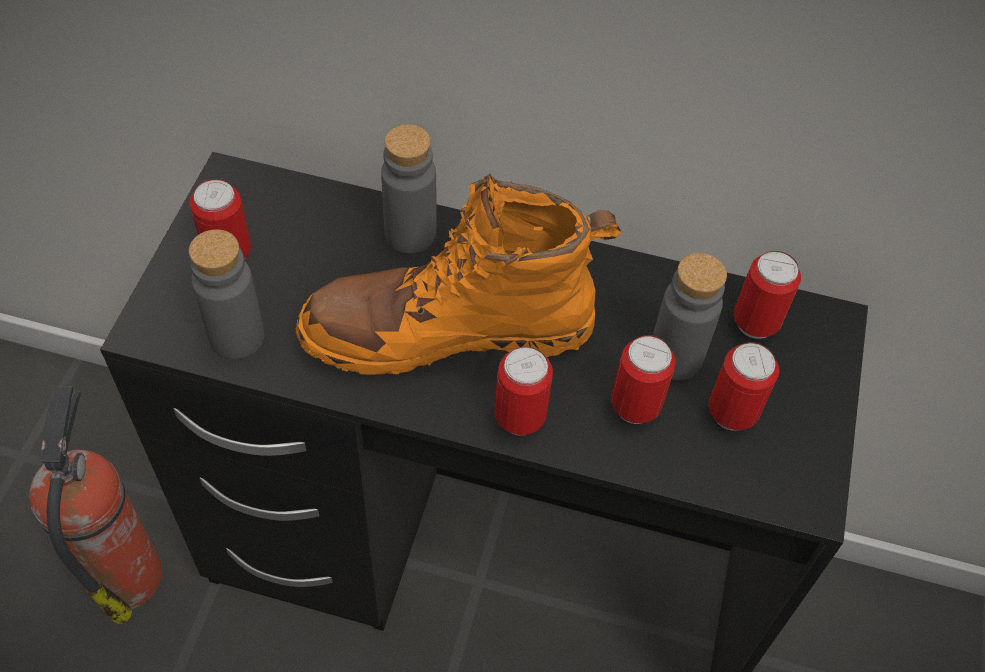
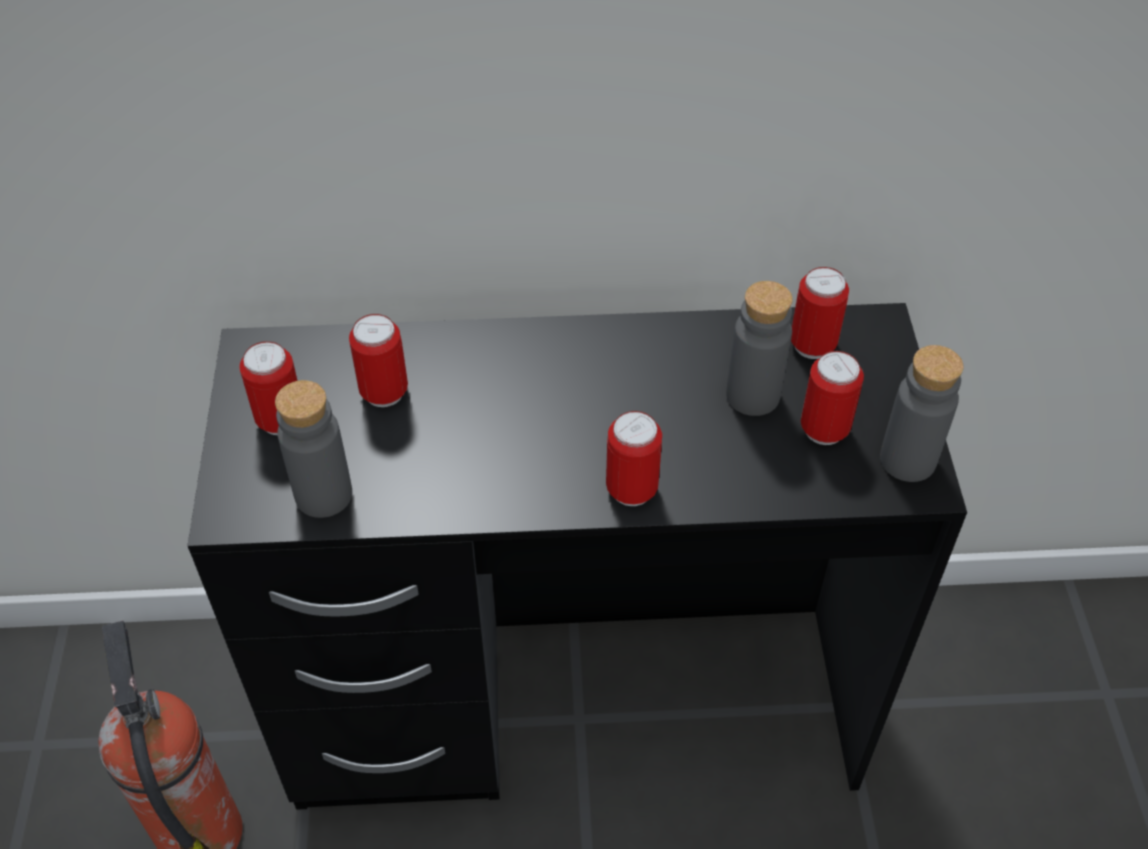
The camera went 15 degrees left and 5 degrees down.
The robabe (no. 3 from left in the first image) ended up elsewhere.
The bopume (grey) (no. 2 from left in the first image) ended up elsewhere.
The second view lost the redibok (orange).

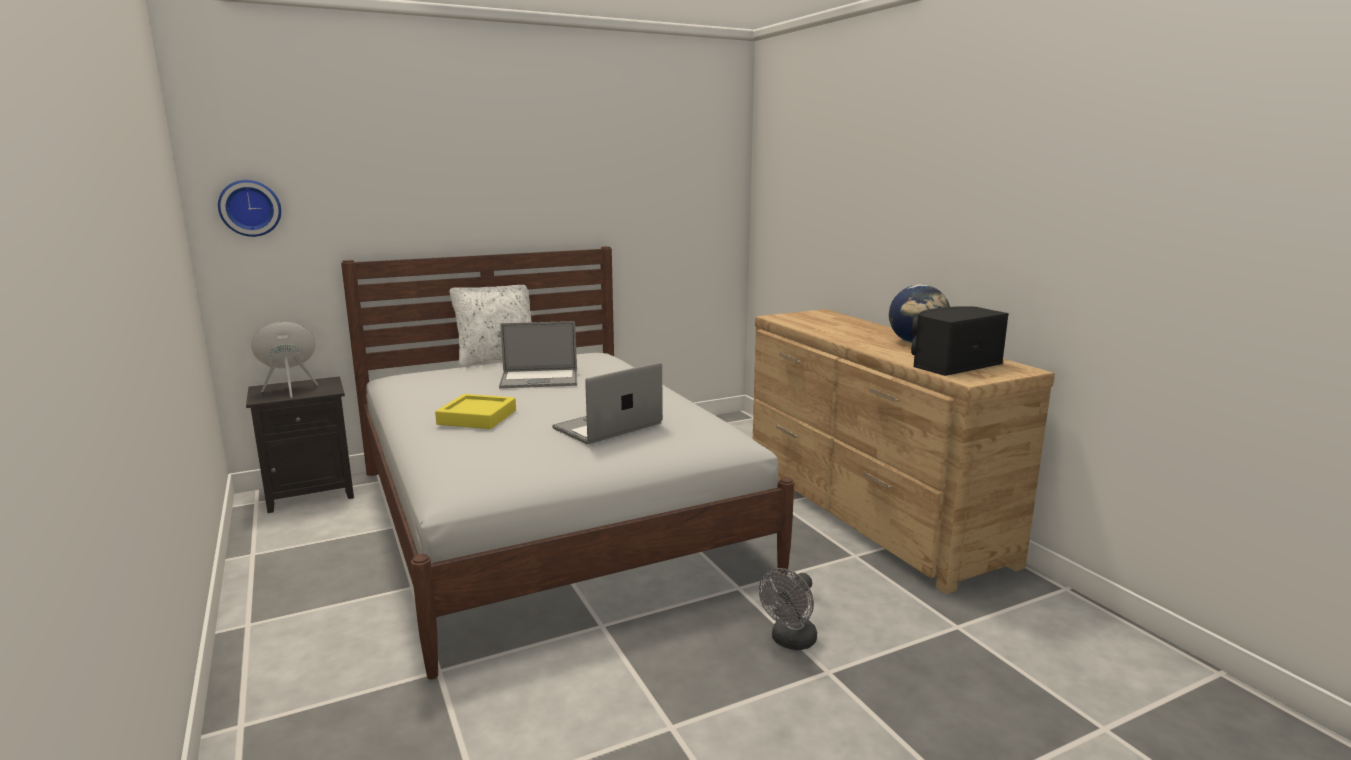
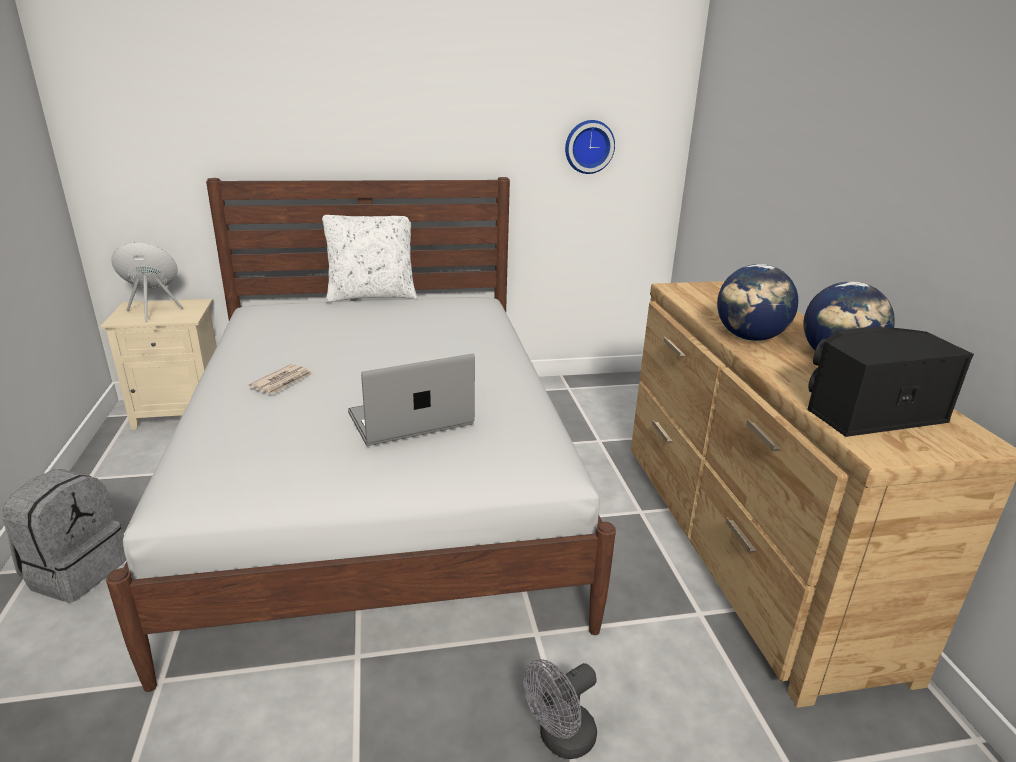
The camera went 15 degrees right and 10 degrees up.
The second view gained the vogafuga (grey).
What was the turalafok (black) turned into the turalafok (beige).
Where the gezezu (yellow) stood, the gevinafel came to stand.
The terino ended up elsewhere.
The second view gained the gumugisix (no. 1 from left).
The second view lost the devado (no. 1 from left).

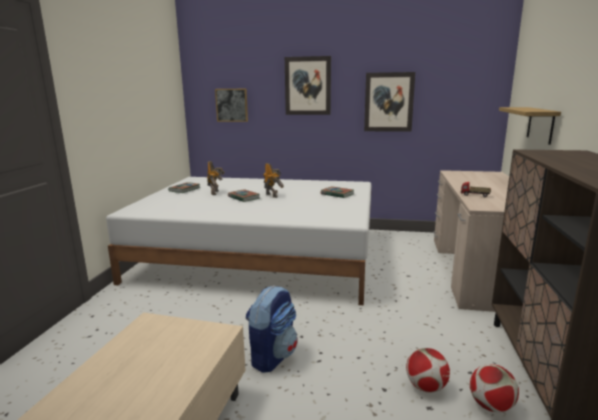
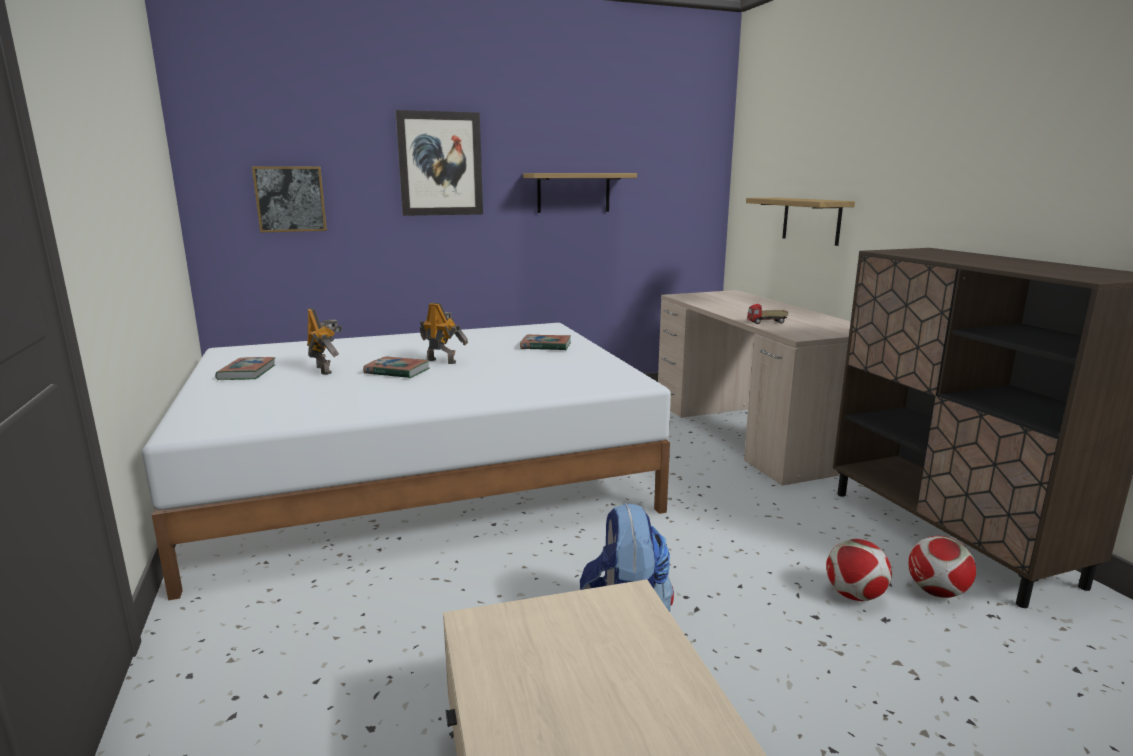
The camera went 30 degrees left and 0 degrees up.
Where the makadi (no. 3 from left) hung, the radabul (no. 1 from left) came to hang.

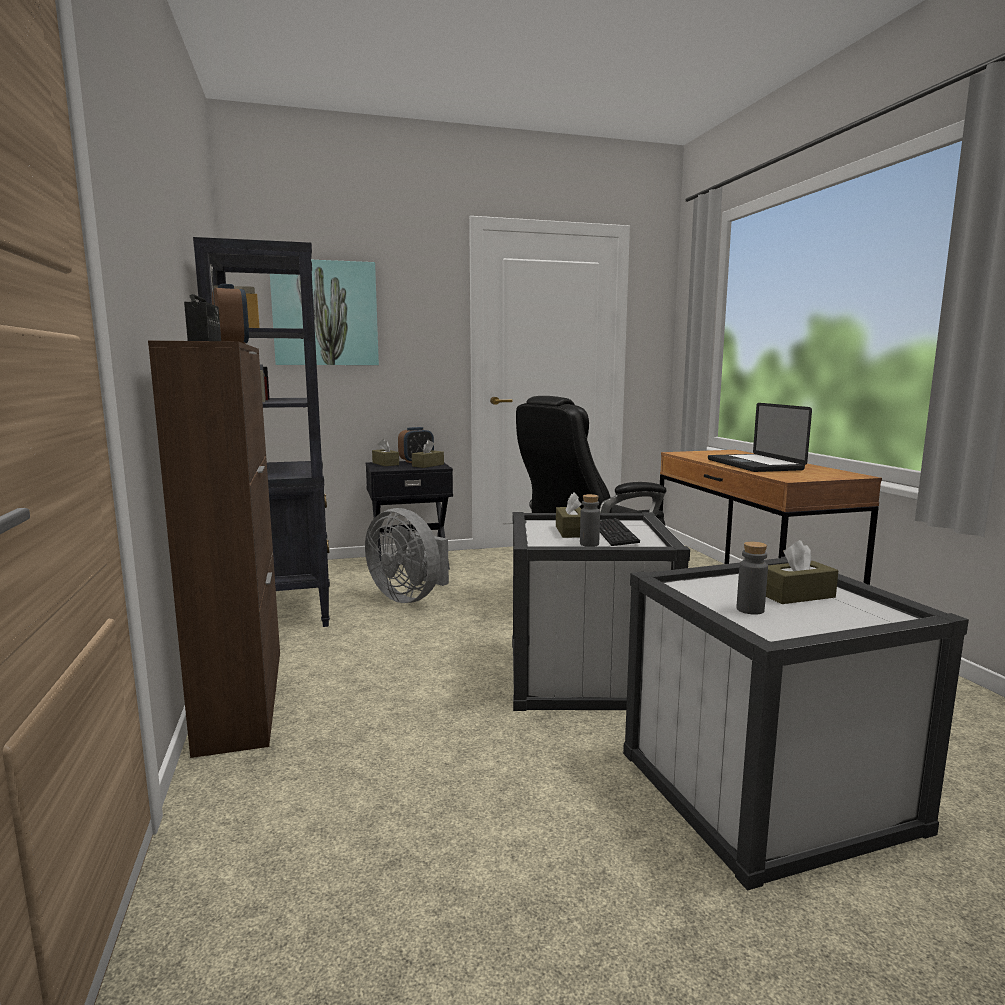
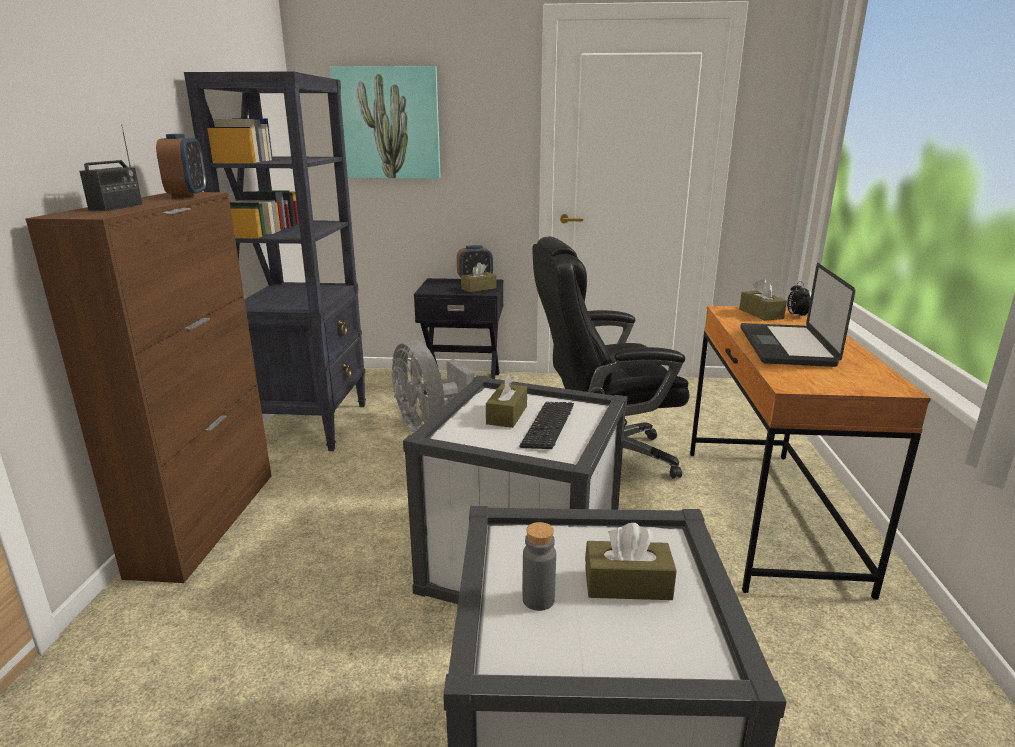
The camera went 20 degrees right and 10 degrees up.
The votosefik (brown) (no. 1 from left in the first image) ended up elsewhere.
The second view gained the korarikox (no. 3 from left).
The second view lost the bopume (grey) (no. 1 from left).

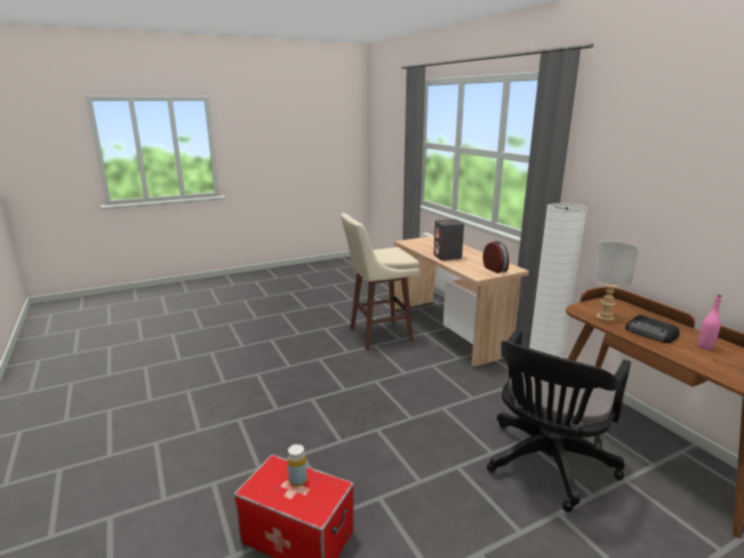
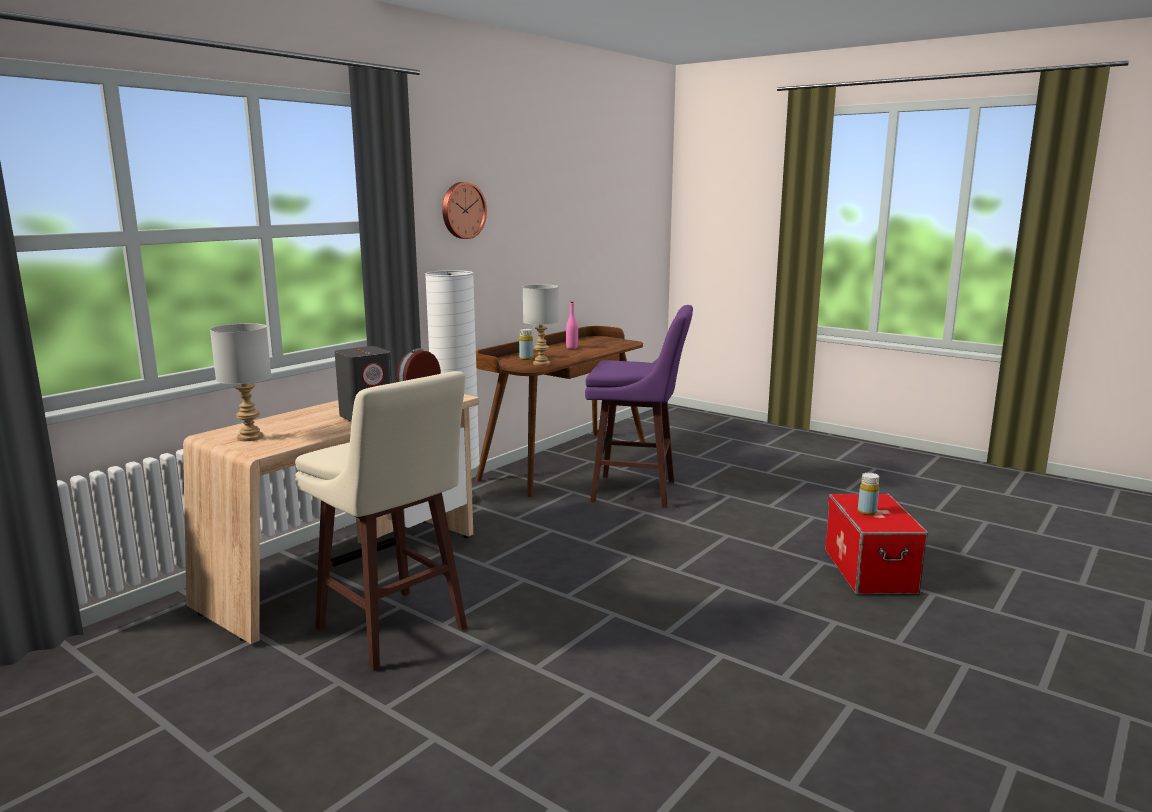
The camera went 115 degrees left and 5 degrees down.
The second view gained the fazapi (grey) (no. 1 from left).
The second view gained the terino.
The second view gained the bopume (yellow) (no. 1 from left).
Where the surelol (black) stood, the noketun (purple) came to stand.
The second view lost the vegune.

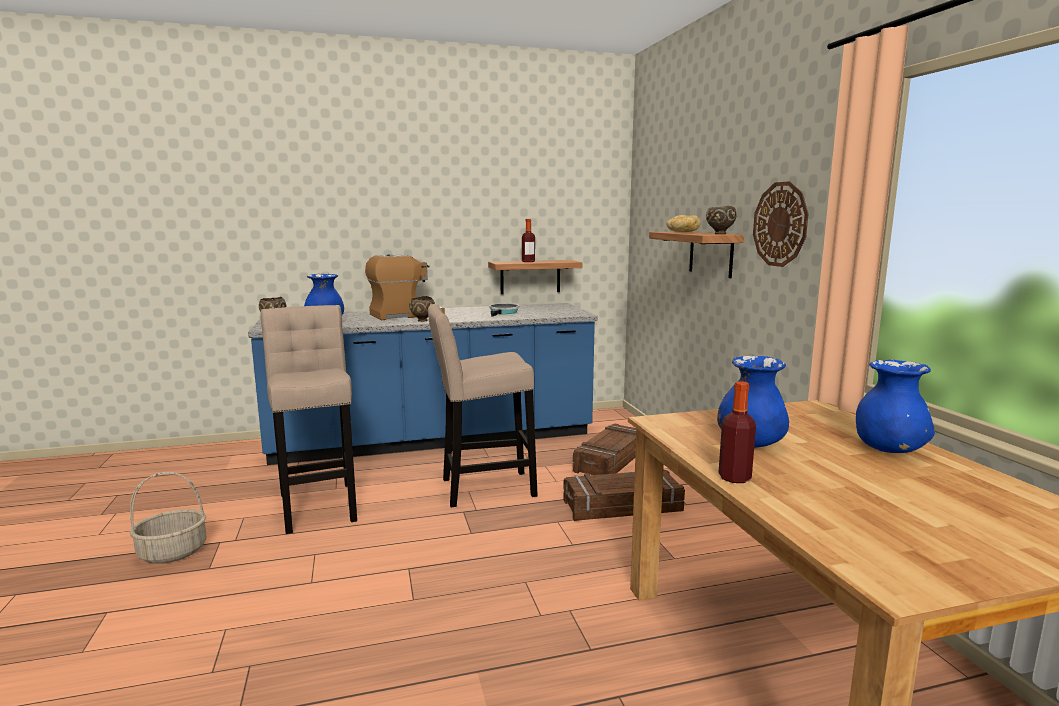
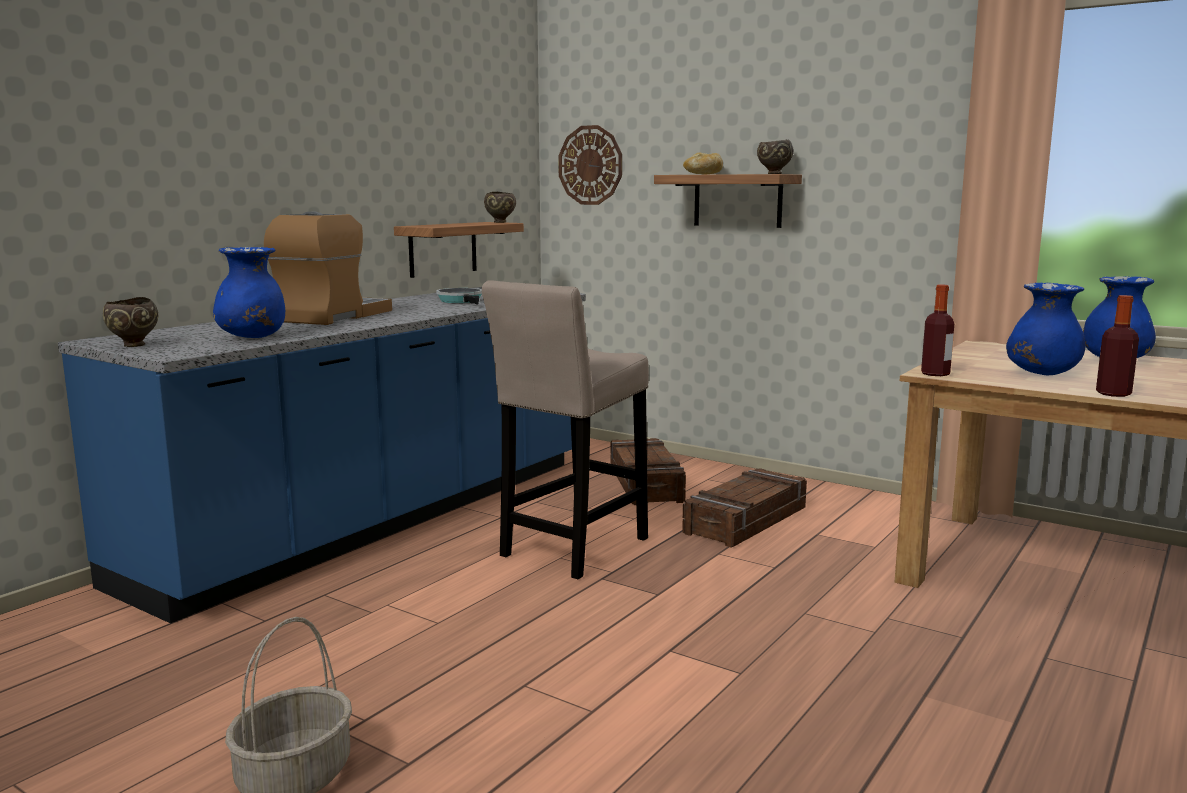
The camera went 40 degrees left and 0 degrees up.
The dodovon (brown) (no. 2 from left) ended up elsewhere.
The terino ended up elsewhere.
The bopume (no. 1 from left) ended up elsewhere.
The second view lost the noketun (beige) (no. 1 from left).

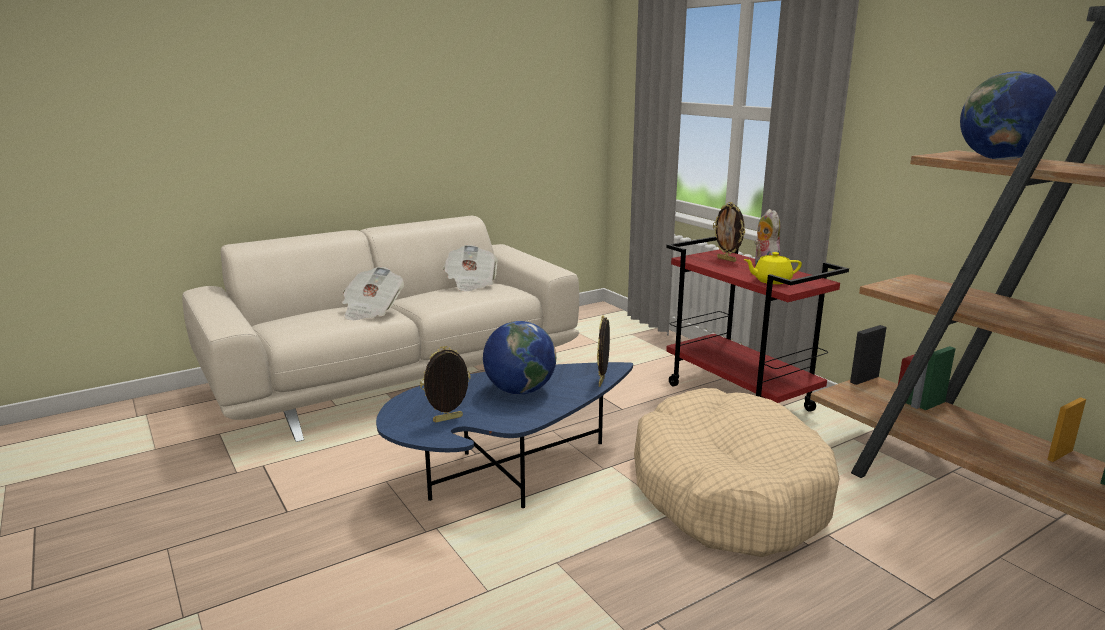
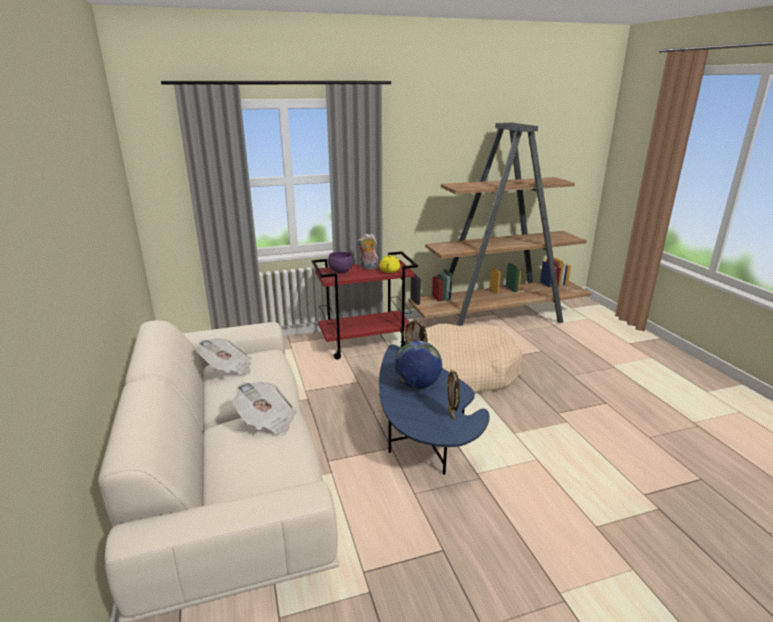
The camera went 75 degrees left and 5 degrees up.
Where the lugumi (no. 3 from left) stood, the dodovon (purple) came to stand.
The second view lost the gumugisix (no. 2 from left).

